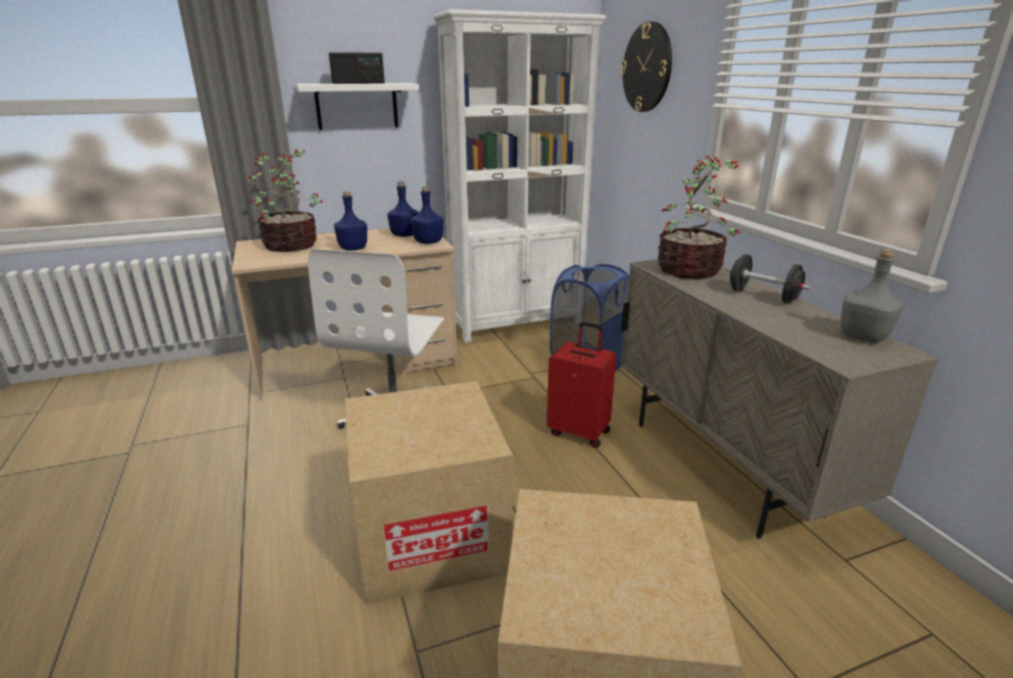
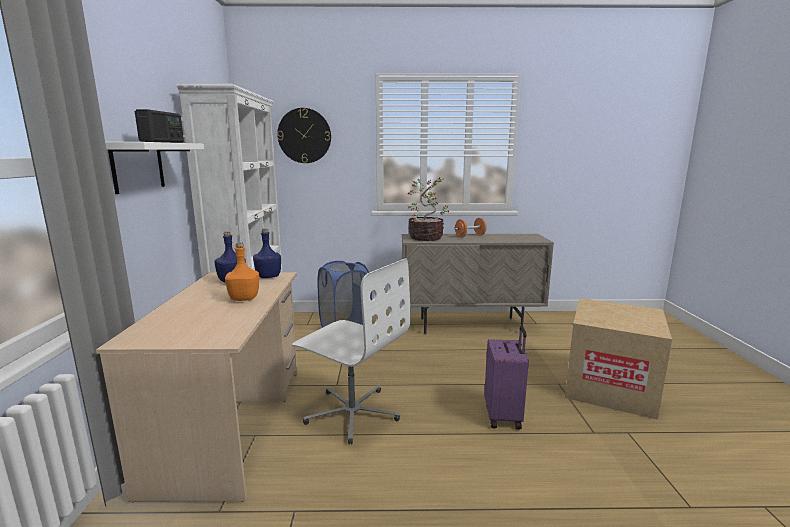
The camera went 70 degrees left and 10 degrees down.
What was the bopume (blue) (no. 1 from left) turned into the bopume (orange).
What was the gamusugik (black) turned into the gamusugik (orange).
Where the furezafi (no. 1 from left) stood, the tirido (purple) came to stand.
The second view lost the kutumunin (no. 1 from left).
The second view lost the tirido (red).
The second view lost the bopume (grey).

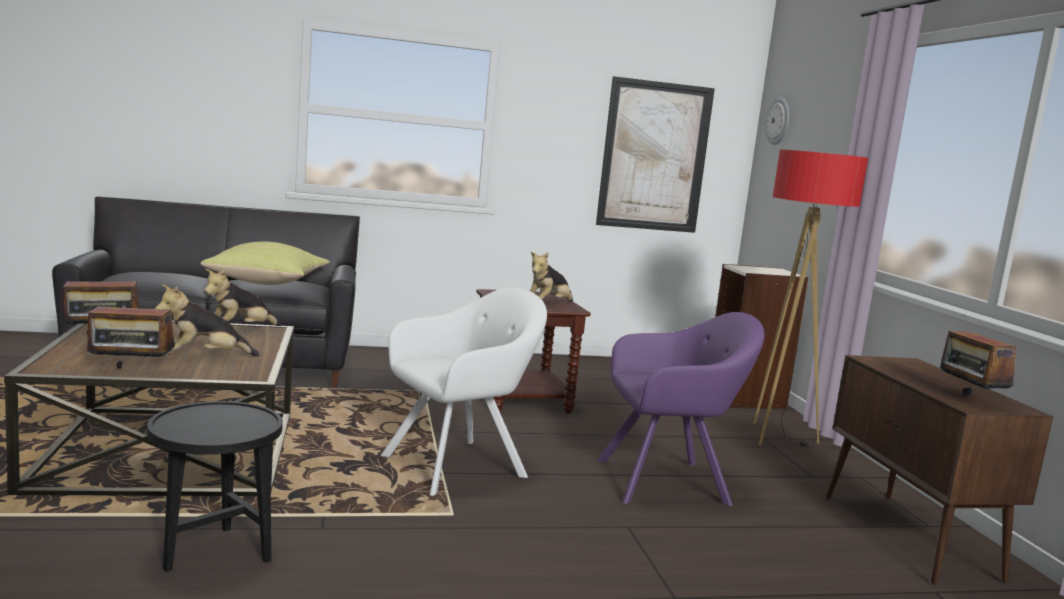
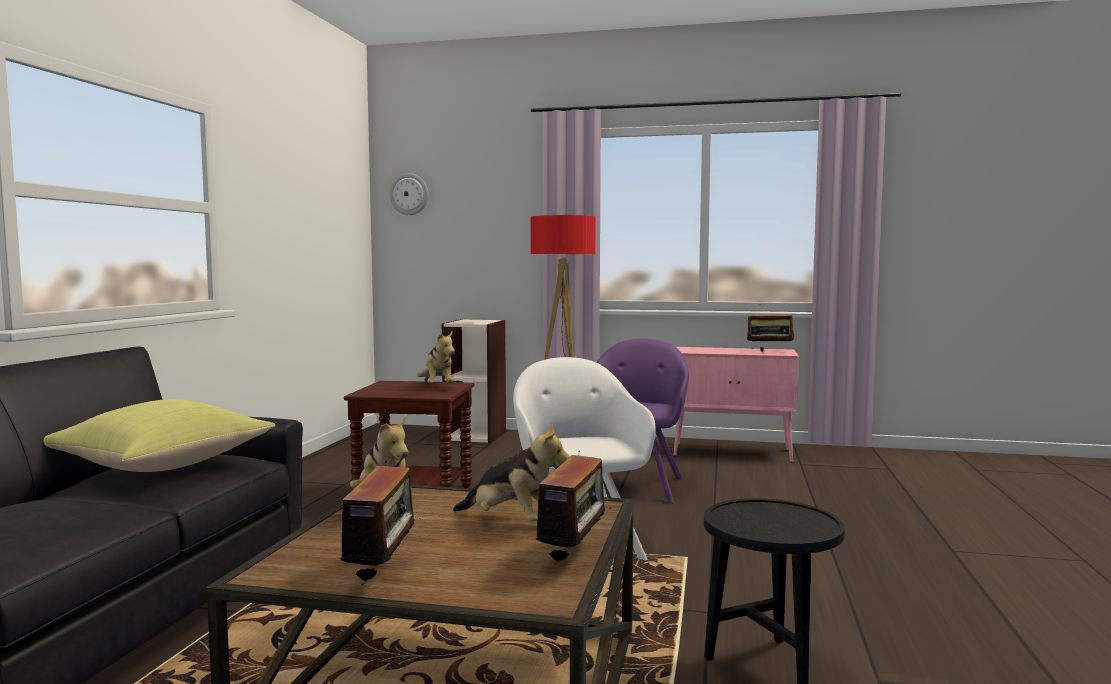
The camera went 65 degrees left and 5 degrees down.
The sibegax (no. 1 from left in the first image) ended up facing another way, 60 degrees counterclockwise from before.
What was the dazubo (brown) turned into the dazubo (pink).
The second view lost the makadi.

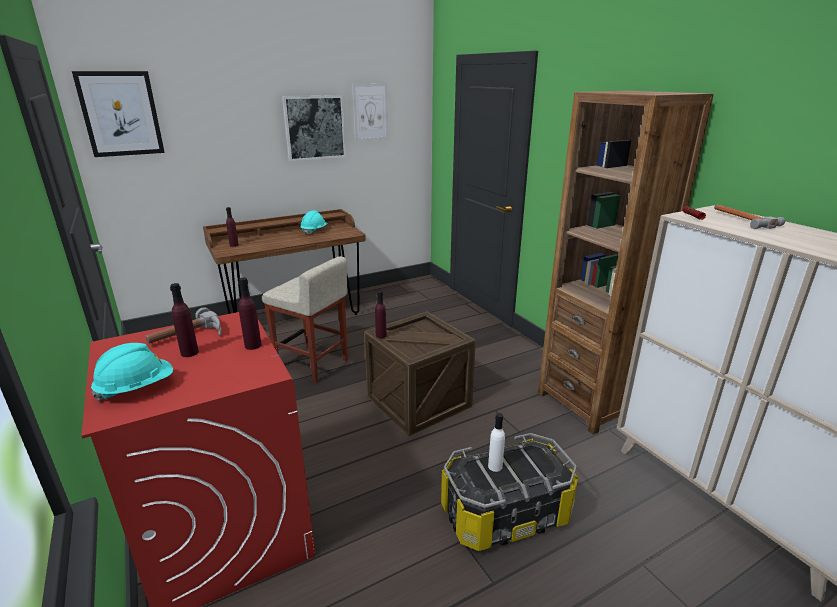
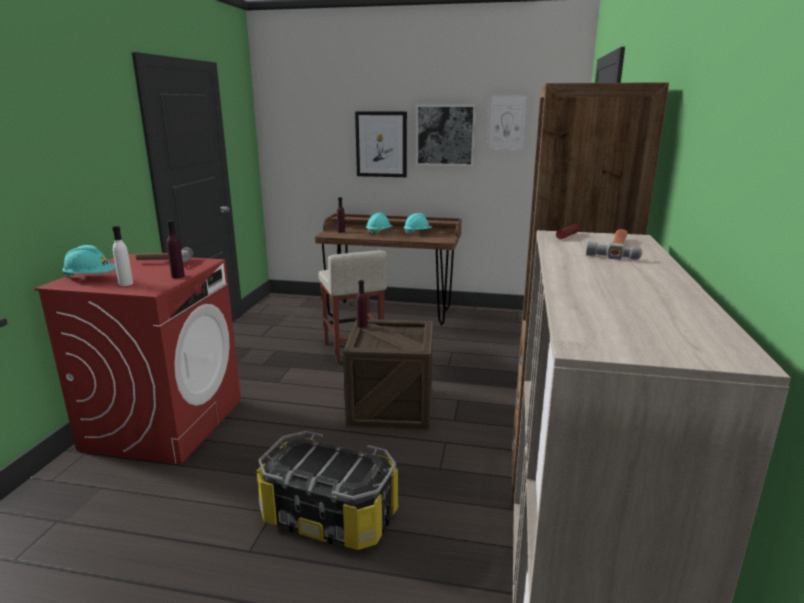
The camera went 40 degrees right and 5 degrees down.
The bopume (white) ended up elsewhere.
The makadi (no. 1 from left) ended up elsewhere.
The second view gained the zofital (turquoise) (no. 2 from left).
The second view lost the bopume (purple) (no. 1 from left).

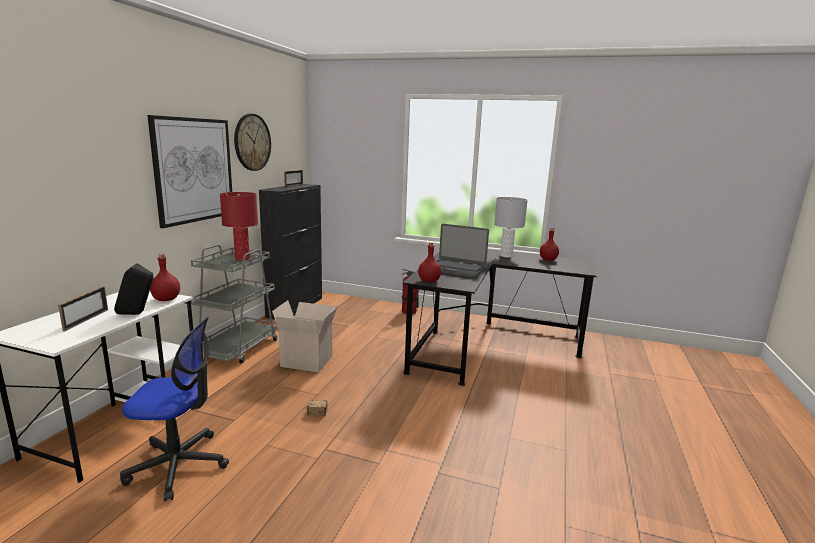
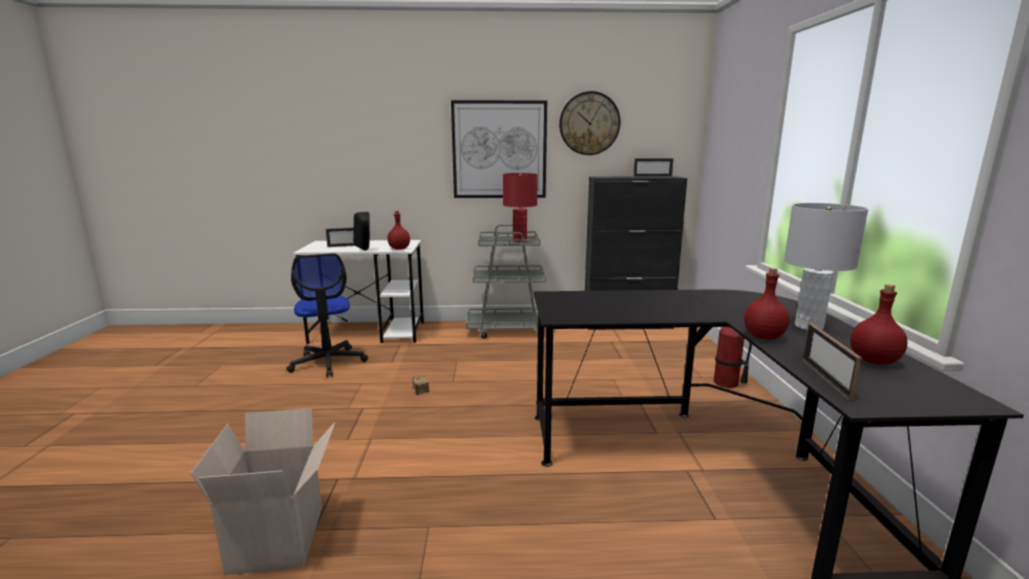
The camera went 70 degrees right and 0 degrees up.
The furezafi ended up elsewhere.
The bopume (red) (no. 2 from left) ended up elsewhere.
The second view gained the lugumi (no. 3 from left).
The second view lost the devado.

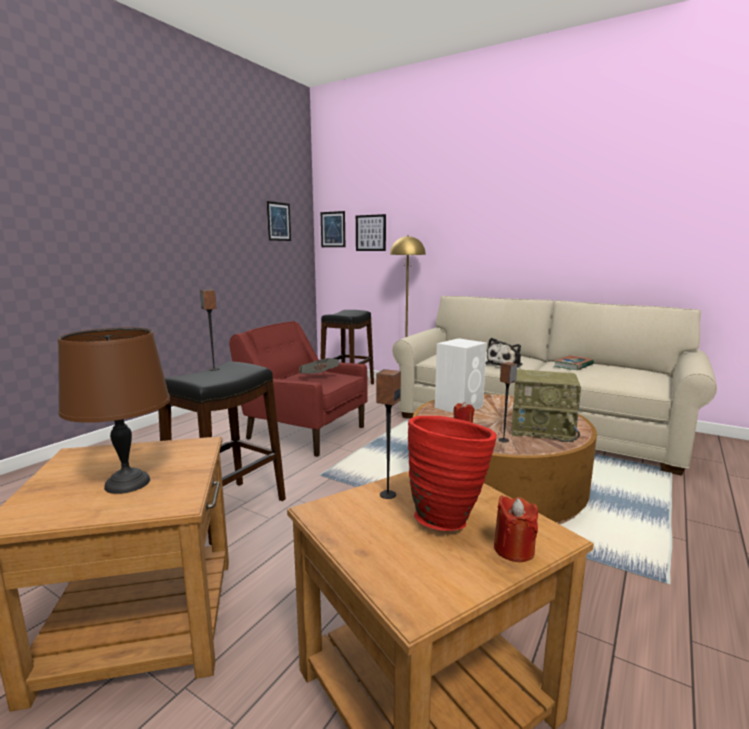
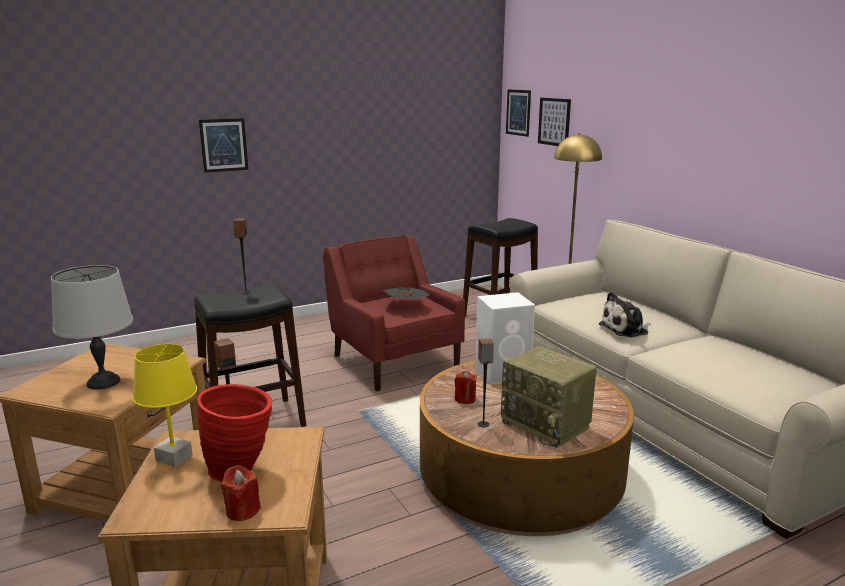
The camera went 30 degrees right and 5 degrees up.
What was the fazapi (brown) turned into the fazapi (grey).
The second view gained the fazapi (yellow).
The makadi (no. 1 from left) ended up elsewhere.
The second view lost the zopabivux.

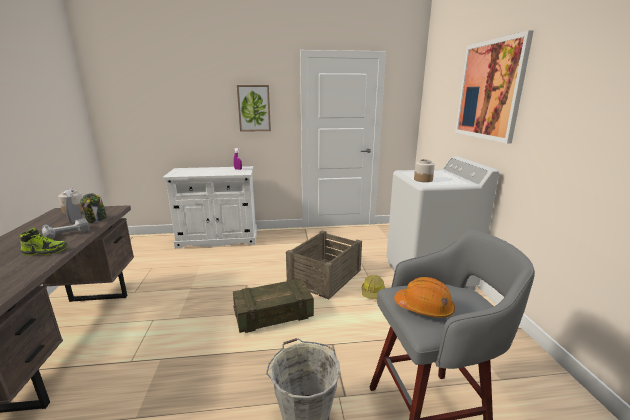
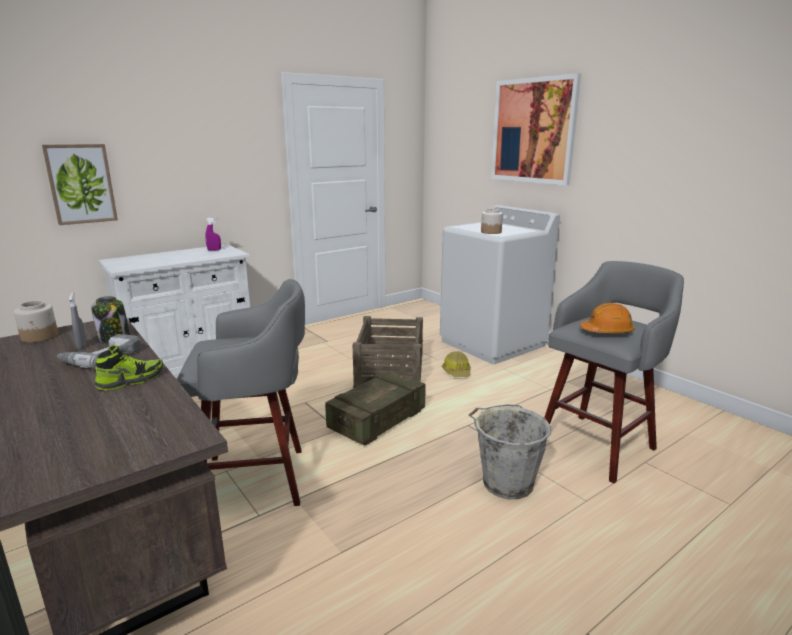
The camera went 30 degrees left and 0 degrees up.
The makadi (no. 1 from left) ended up elsewhere.
The second view gained the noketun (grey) (no. 1 from left).

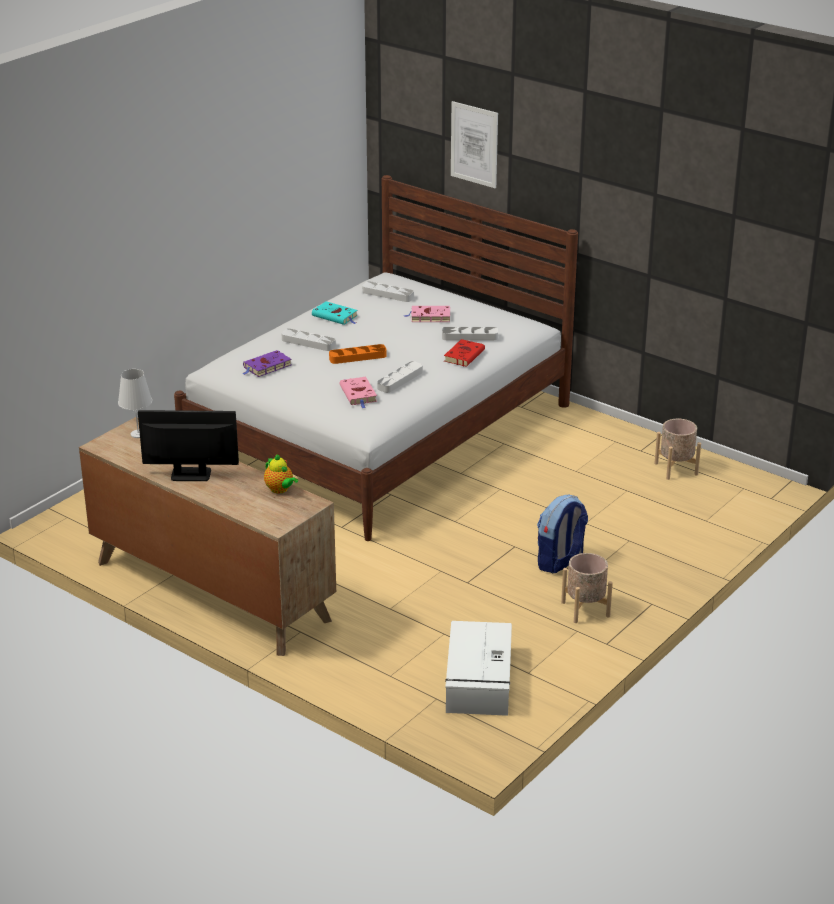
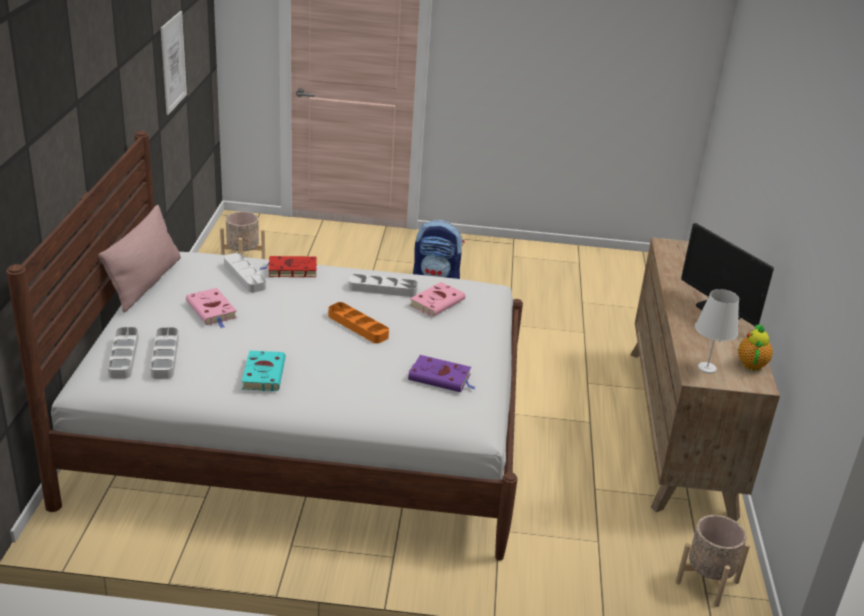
The camera went 125 degrees left and 0 degrees up.
The second view gained the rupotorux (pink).
The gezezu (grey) (no. 1 from left) ended up elsewhere.
The makadi ended up elsewhere.
The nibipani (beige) (no. 1 from left in the first image) ended up elsewhere.
The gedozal ended up elsewhere.
The second view lost the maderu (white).

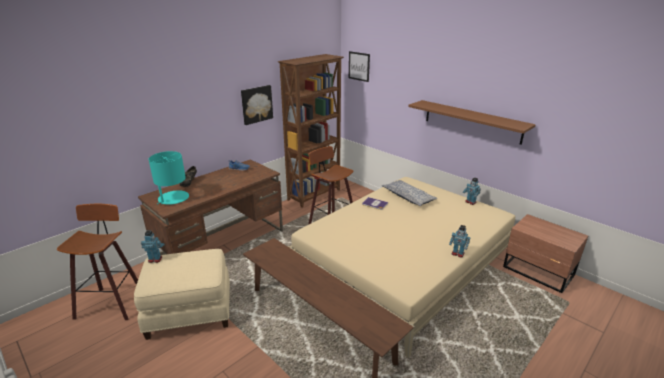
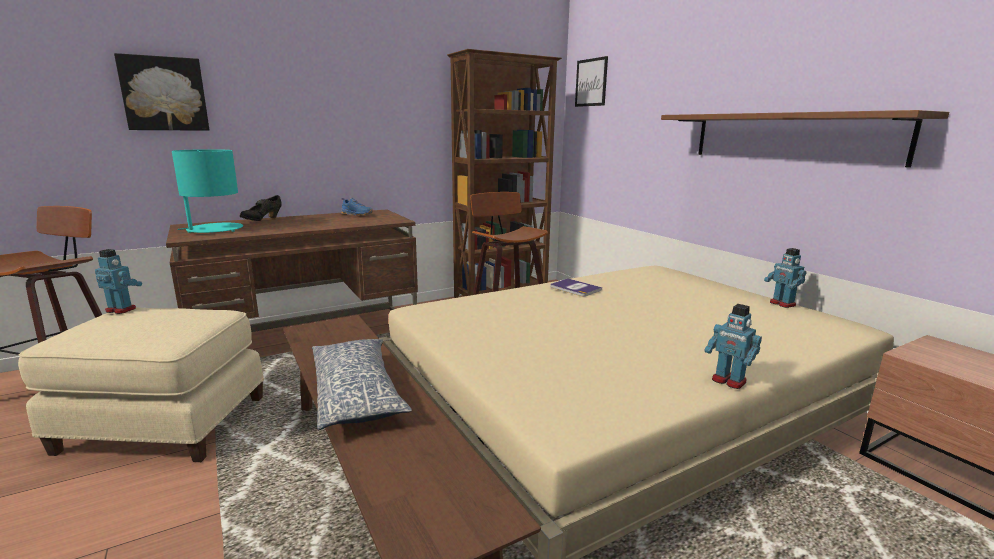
The camera went 15 degrees right and 10 degrees down.
The makadi (no. 1 from left) ended up elsewhere.
The rupotorux ended up elsewhere.

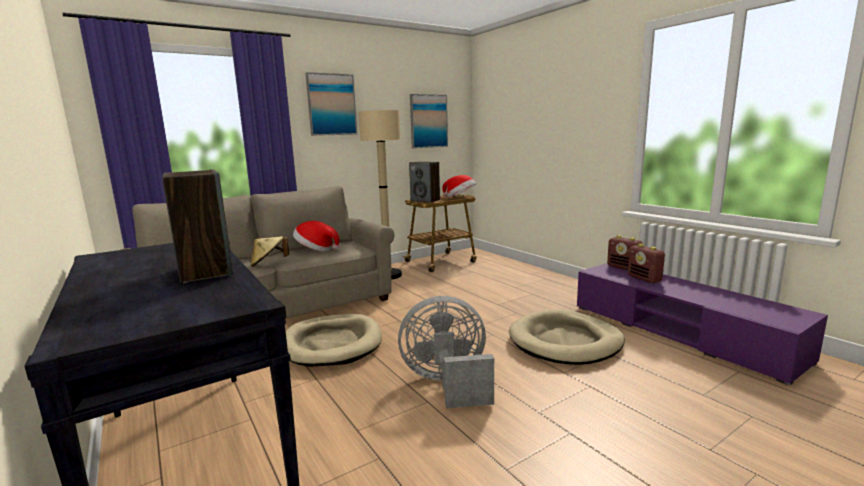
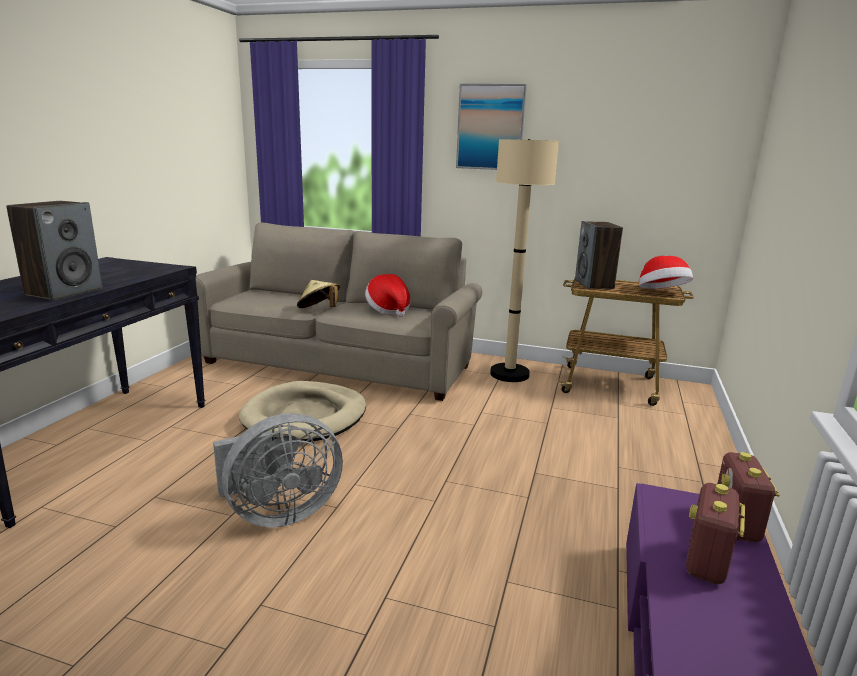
The camera went 50 degrees right and 5 degrees up.
The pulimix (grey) ended up facing another way, 105 degrees clockwise from before.
The second view lost the makadi (no. 2 from left).
The second view lost the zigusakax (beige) (no. 2 from left).

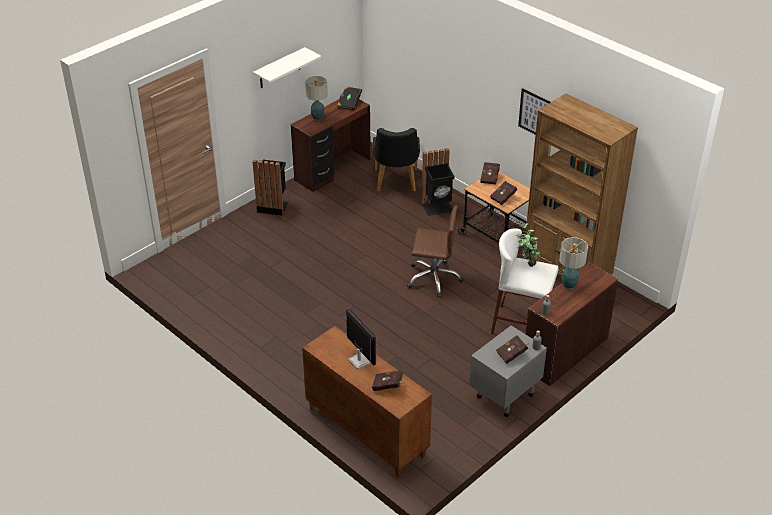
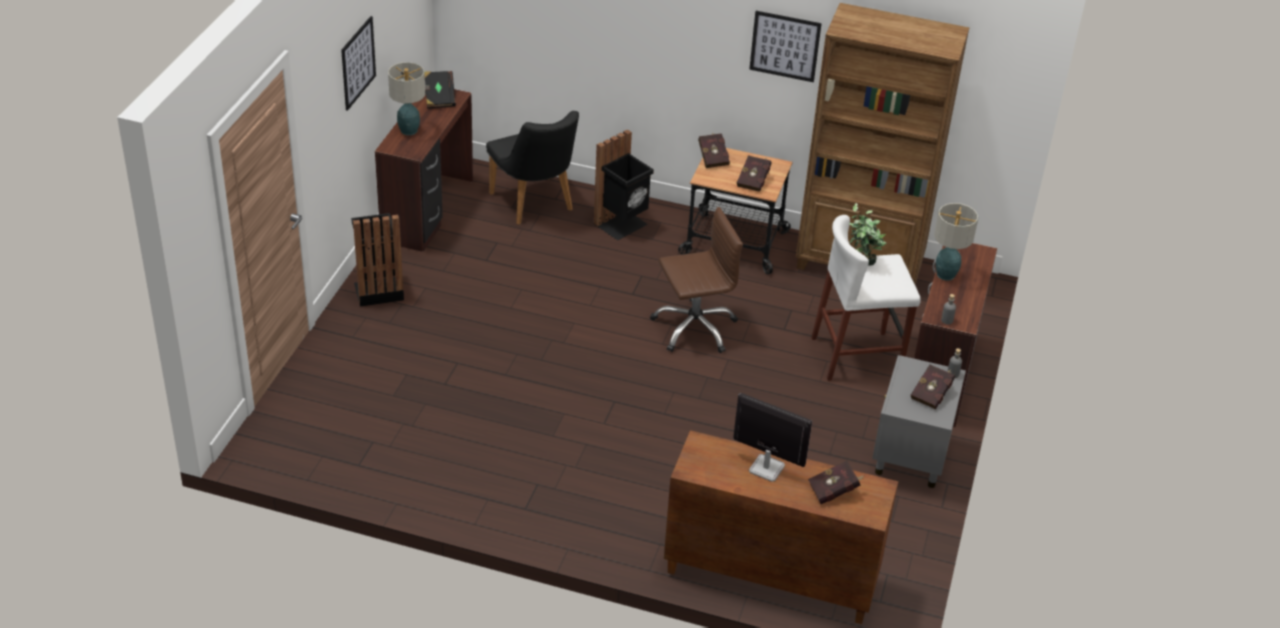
The camera went 30 degrees left and 0 degrees up.
Where the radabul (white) hung, the makadi (no. 1 from left) came to hang.

